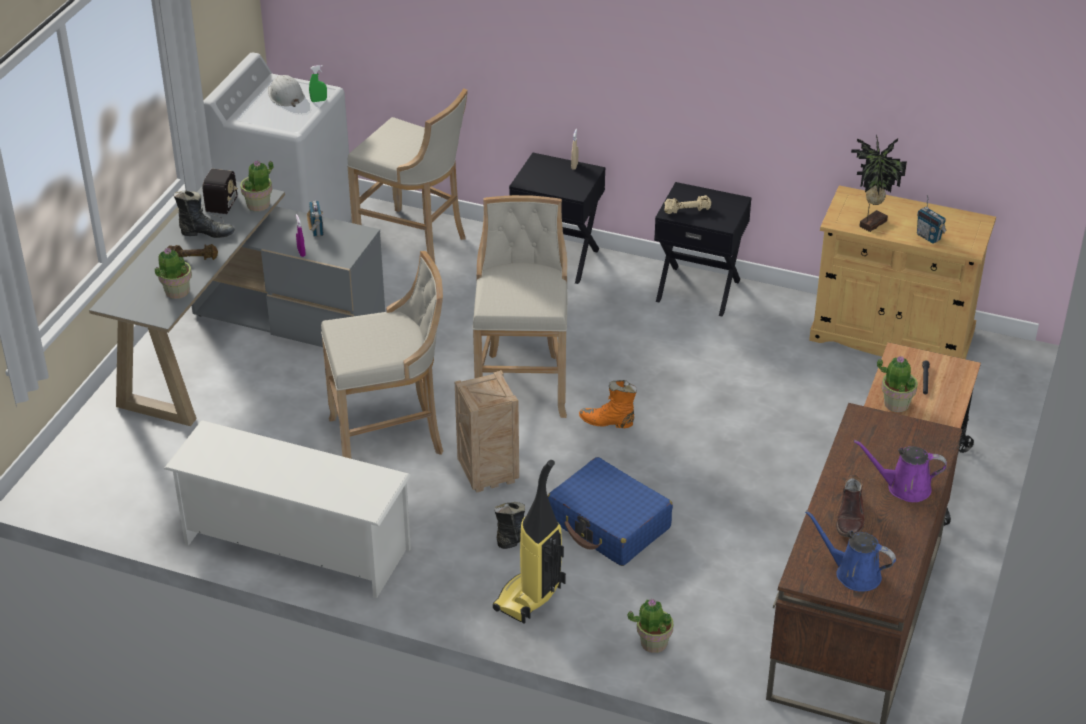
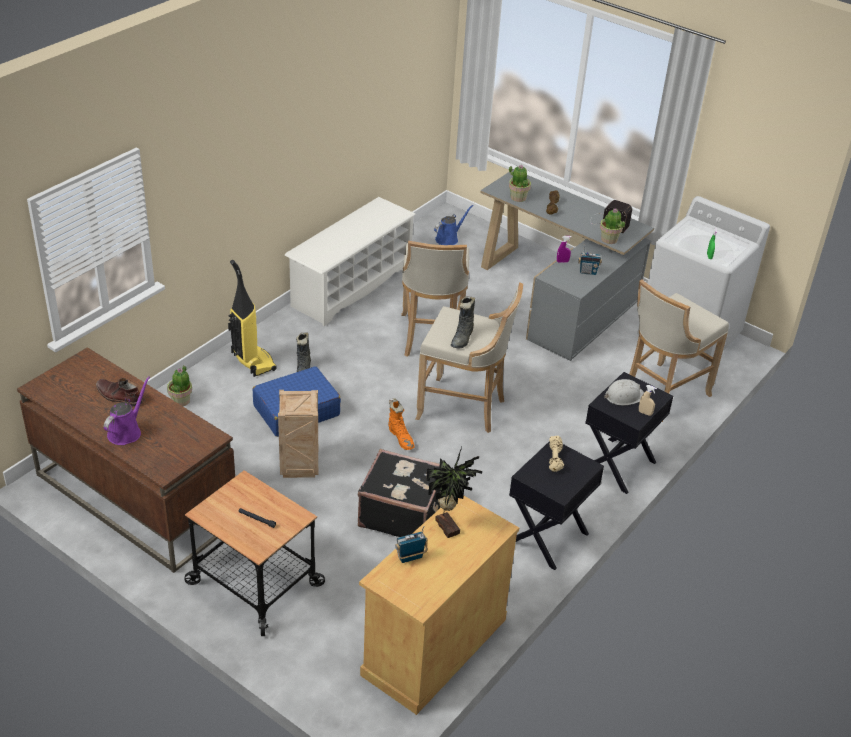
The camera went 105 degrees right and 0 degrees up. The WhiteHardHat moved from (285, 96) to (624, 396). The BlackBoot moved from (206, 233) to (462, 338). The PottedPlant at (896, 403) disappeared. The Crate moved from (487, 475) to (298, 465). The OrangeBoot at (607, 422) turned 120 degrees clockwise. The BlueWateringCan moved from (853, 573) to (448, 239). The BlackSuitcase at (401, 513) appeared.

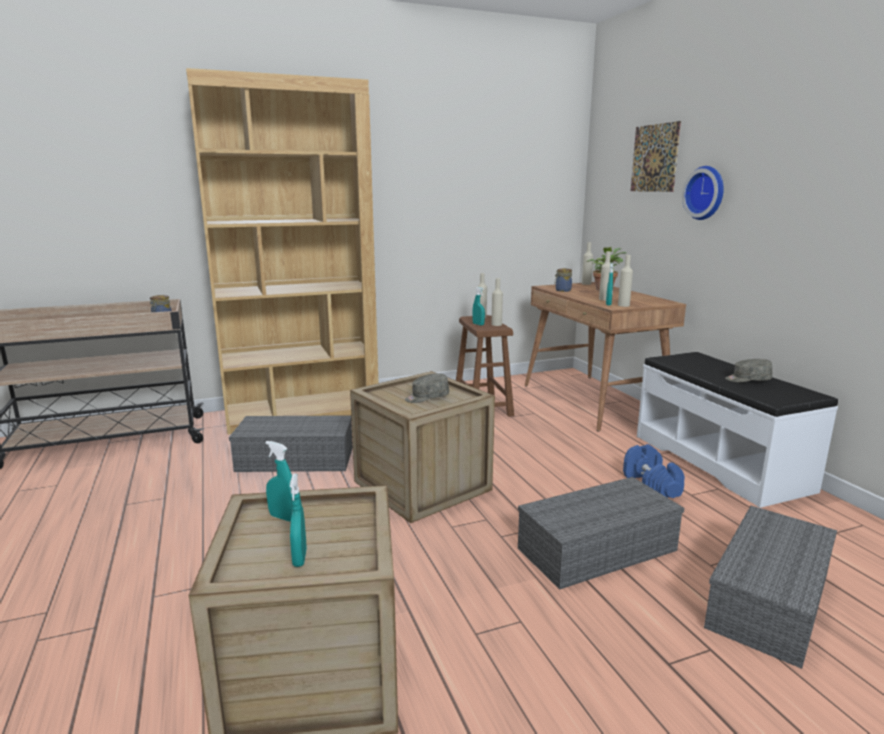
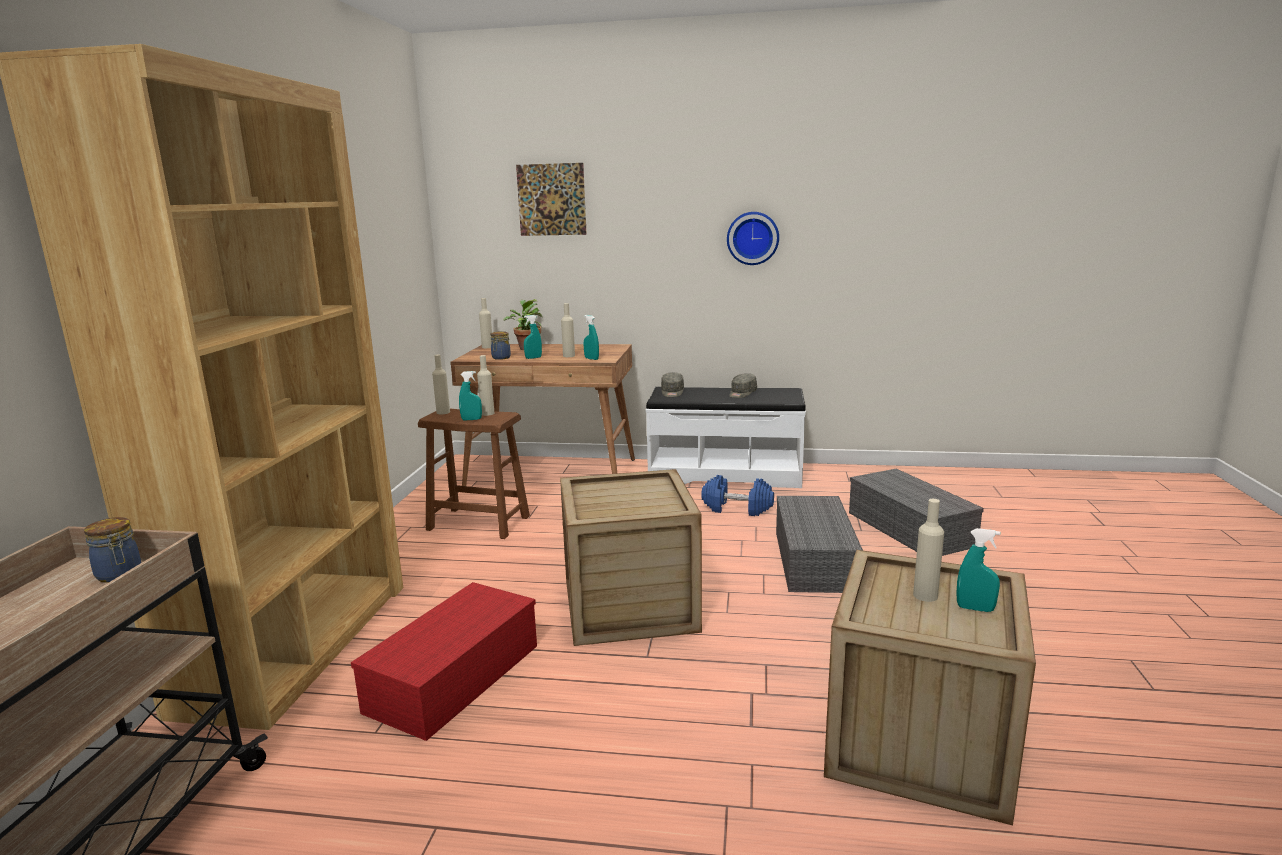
The camera went 60 degrees left and 0 degrees up. The WallClock moved from (706, 193) to (752, 238). The BeigeBottle moved from (623, 305) to (925, 595). The GreyCap moved from (426, 398) to (672, 392). The GreyStorageBox at (297, 458) became the RedStorageBox at (454, 676). The TurquoiseSprayBottle moved from (283, 517) to (533, 358).

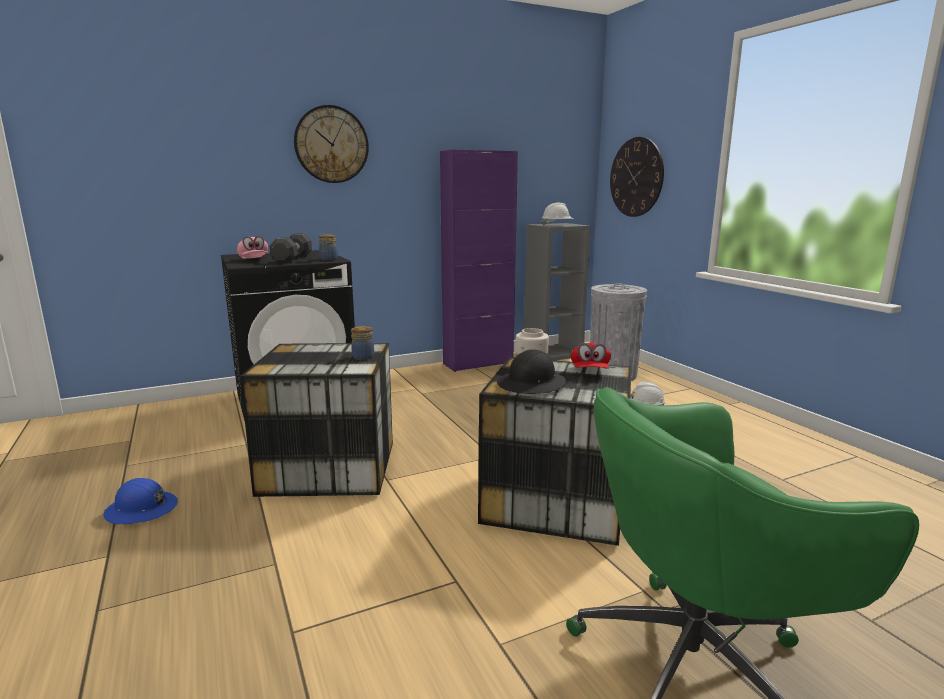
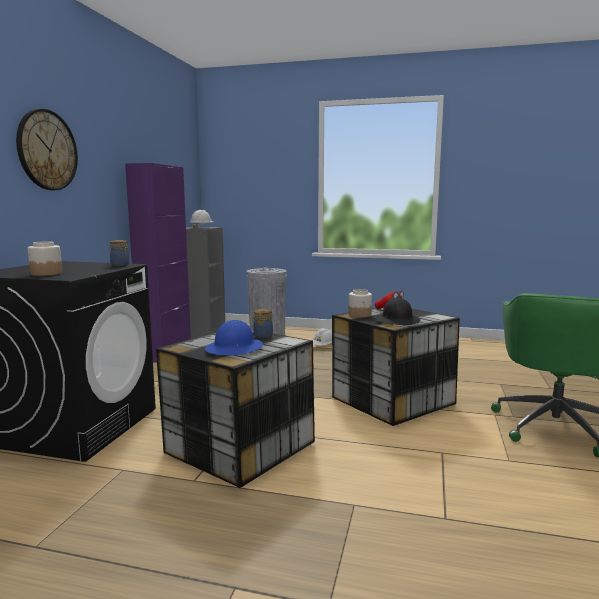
The camera went 50 degrees left and 5 degrees down. The WallClock at (636, 177) disappeared. The BlackDumbbell at (292, 259) disappeared. The PinkCap at (254, 260) was replaced by the Jar at (46, 273). The BlueHardHat moved from (141, 510) to (235, 349).

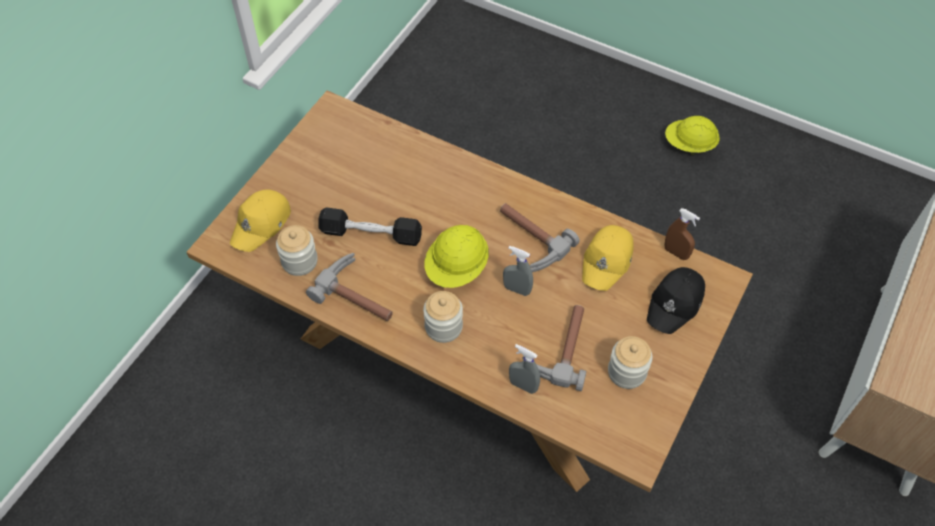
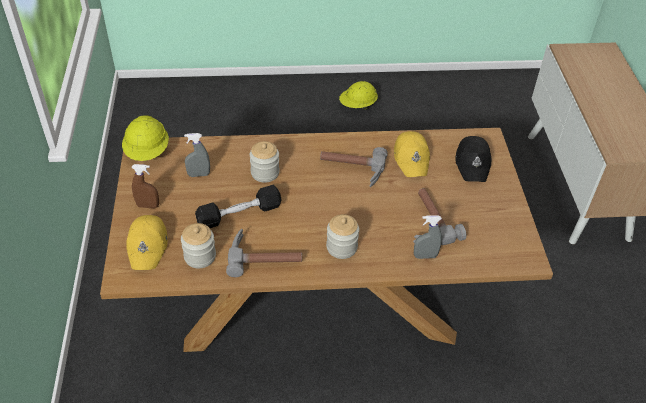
The camera went 35 degrees left and 10 degrees down. The BrownSprayBottle moved from (676, 253) to (148, 206). The YellowHardHat moved from (457, 268) to (148, 152). The GreySprayBottle moved from (517, 289) to (199, 174). The Jar moved from (627, 372) to (265, 173).

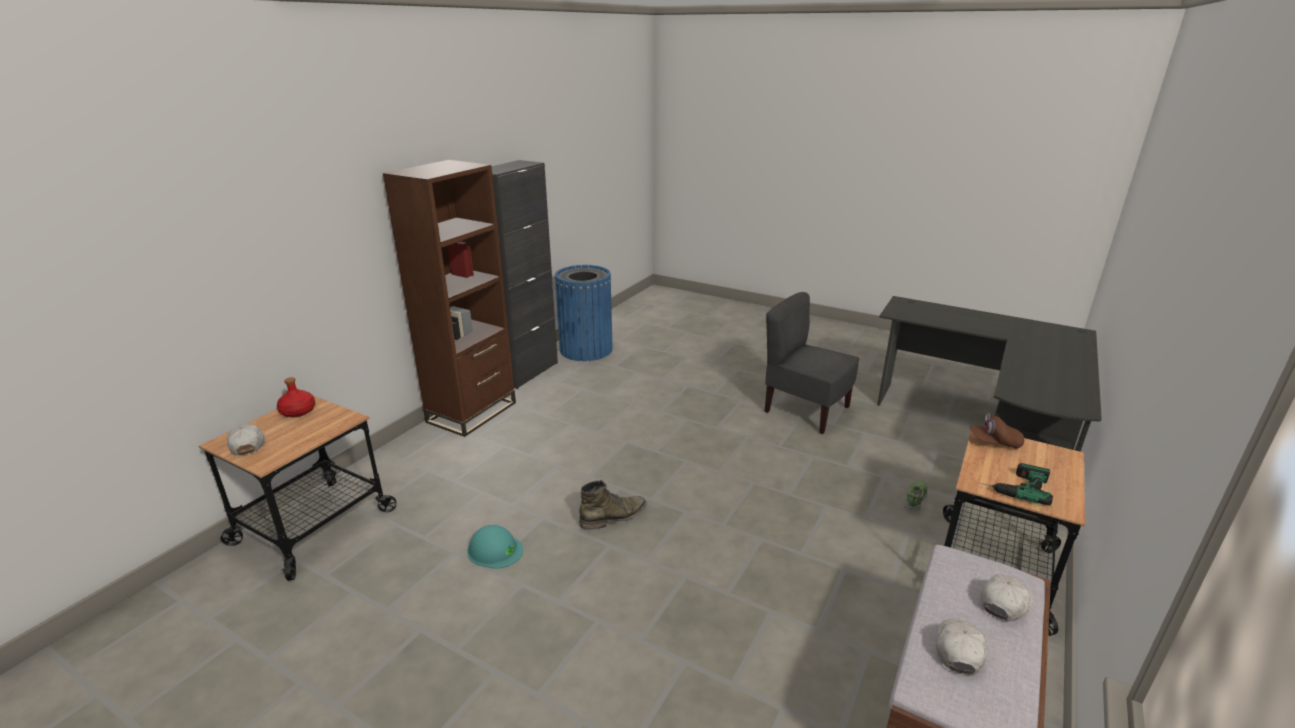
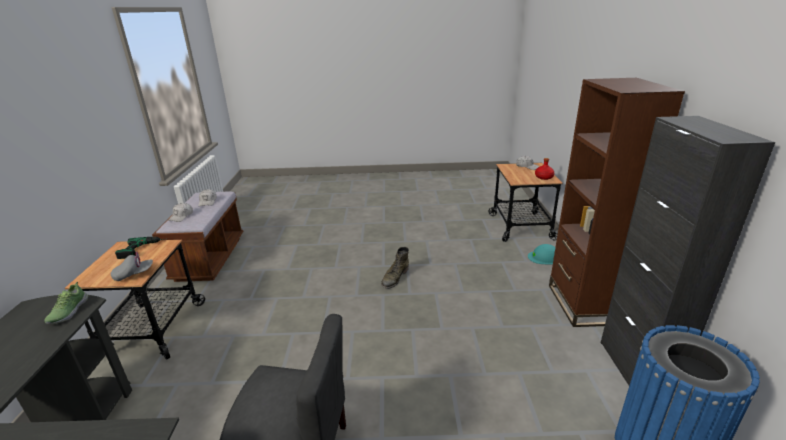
The camera went 150 degrees right and 0 degrees up. The BrownCap at (994, 442) became the GreyCap at (134, 274). The Shoe moved from (915, 498) to (68, 312). The TurquoiseHardHat moved from (494, 550) to (544, 257).

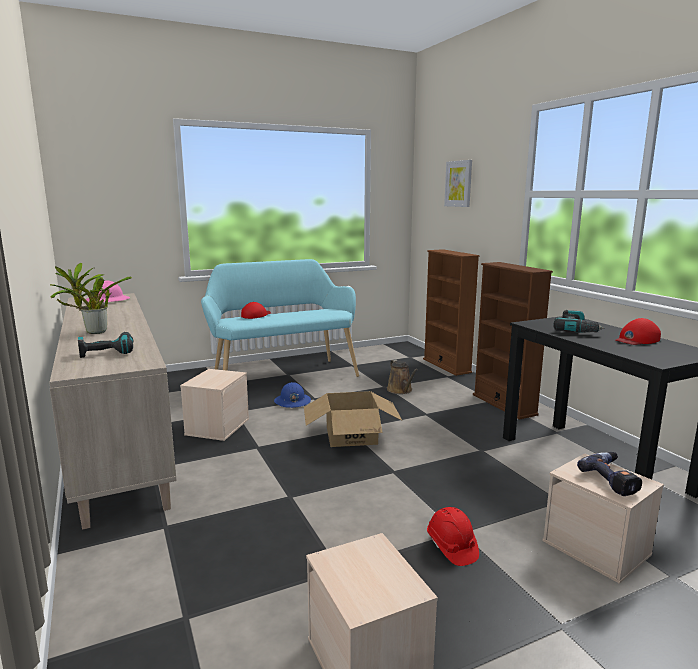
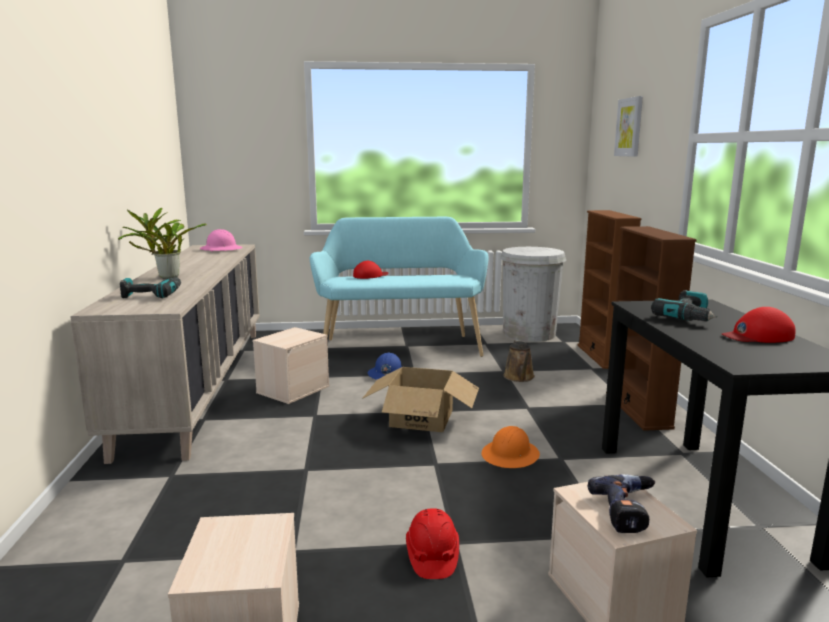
The camera went 20 degrees right and 0 degrees up. The WhiteTrashCan at (529, 333) appeared. The OrangeHardHat at (510, 455) appeared.

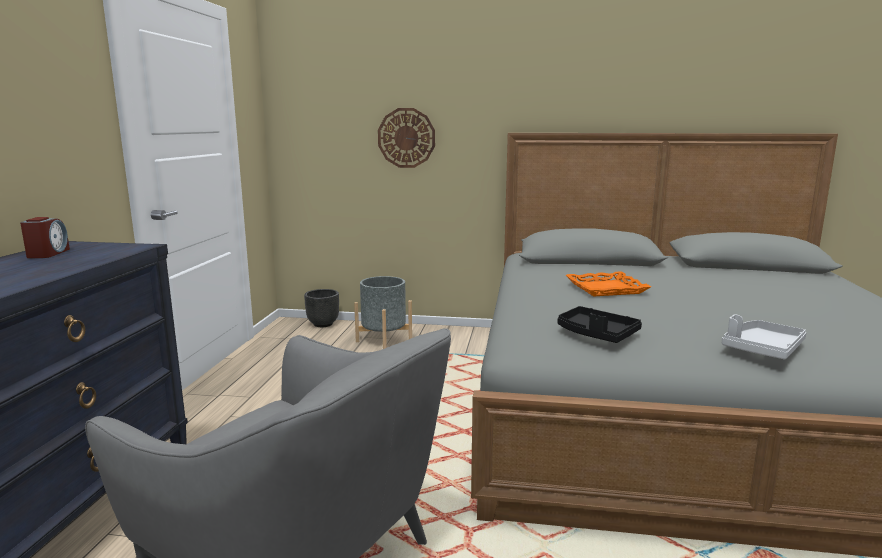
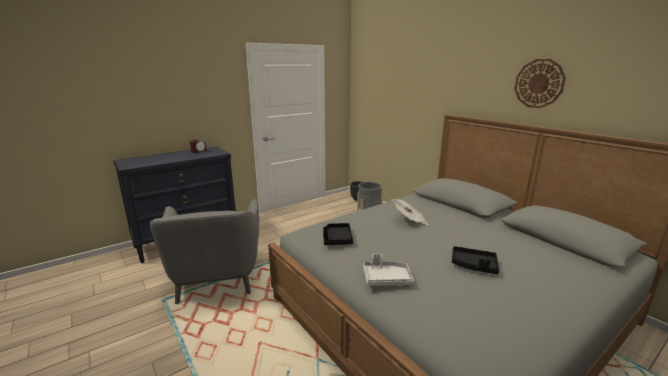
The camera went 45 degrees right and 5 degrees up. The WallClock moved from (406, 138) to (539, 83). The OrangeTray at (606, 288) was replaced by the Newspaper at (409, 221). The BlackTray at (474, 265) appeared.

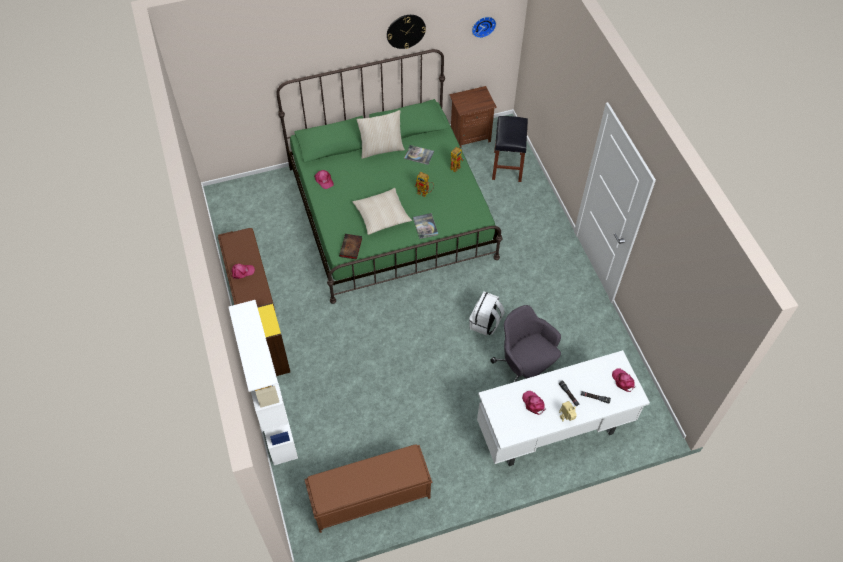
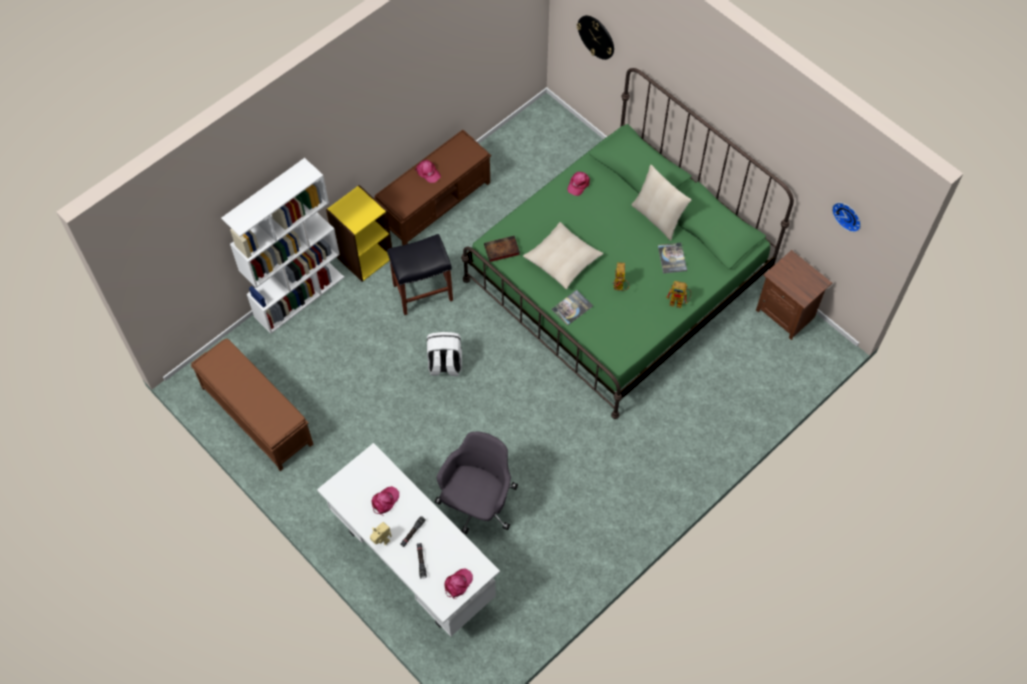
The camera went 65 degrees right and 5 degrees up. The WallClock moved from (406, 31) to (596, 37). The BlackStool moved from (507, 166) to (423, 291). The WhiteBackpack moved from (485, 323) to (445, 365).

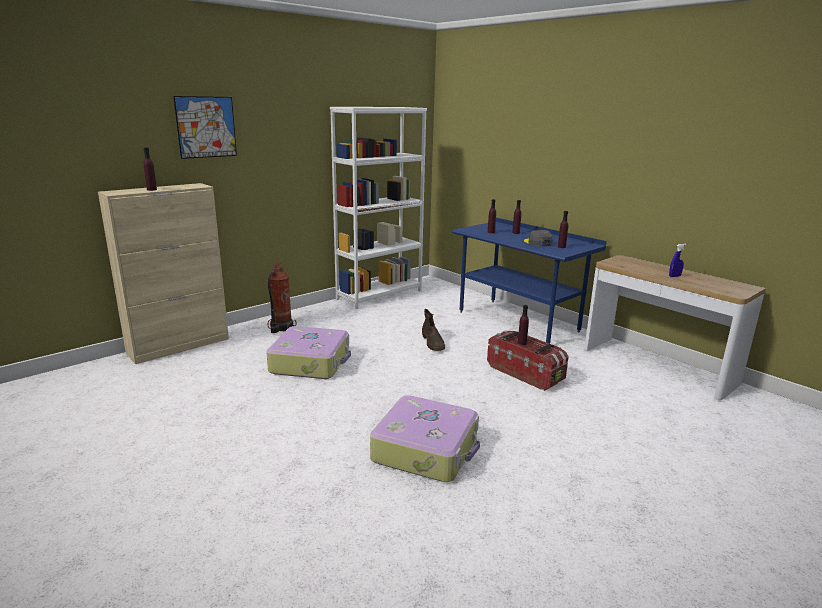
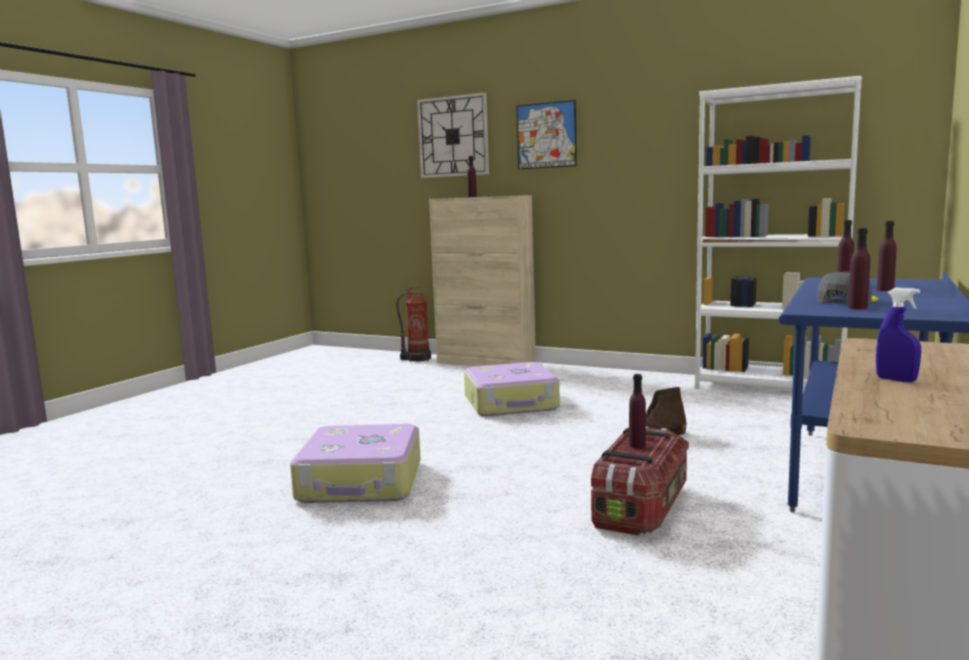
The camera went 70 degrees right and 10 degrees down. The FireExtinguisher moved from (280, 328) to (417, 359). The WallClock at (453, 136) appeared.

